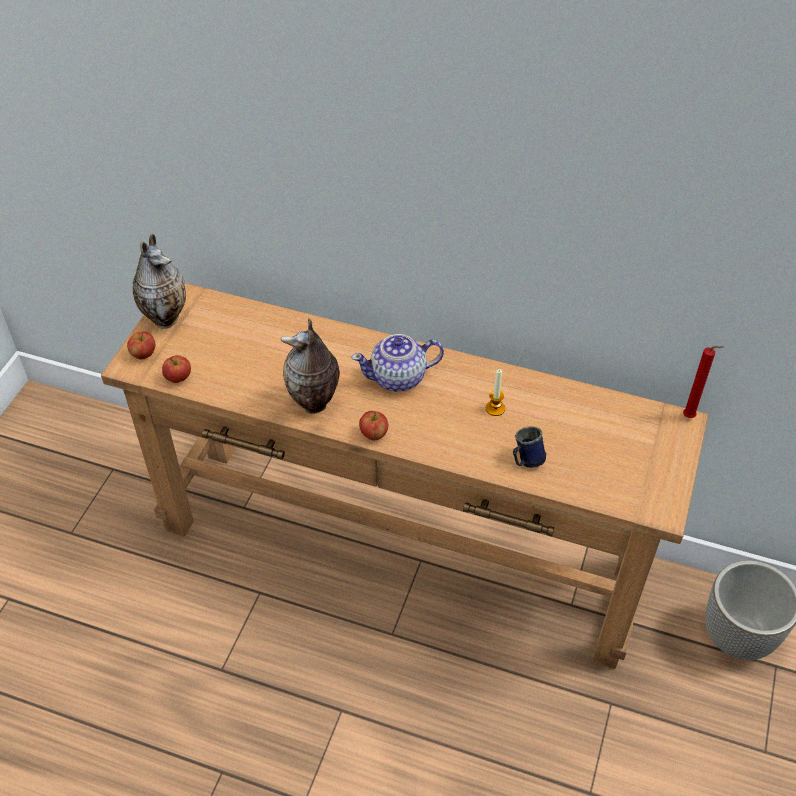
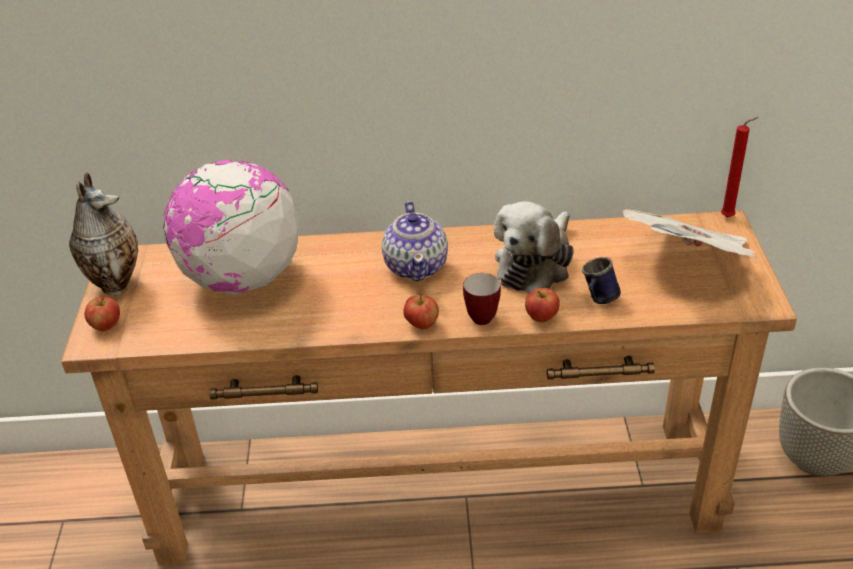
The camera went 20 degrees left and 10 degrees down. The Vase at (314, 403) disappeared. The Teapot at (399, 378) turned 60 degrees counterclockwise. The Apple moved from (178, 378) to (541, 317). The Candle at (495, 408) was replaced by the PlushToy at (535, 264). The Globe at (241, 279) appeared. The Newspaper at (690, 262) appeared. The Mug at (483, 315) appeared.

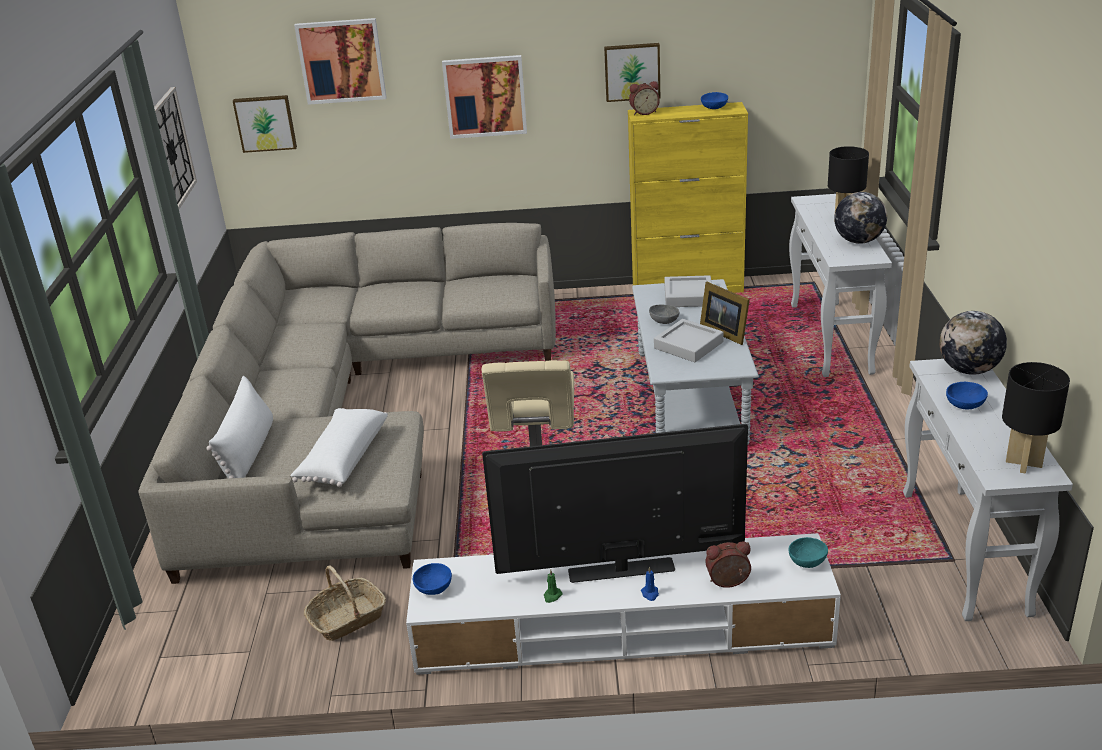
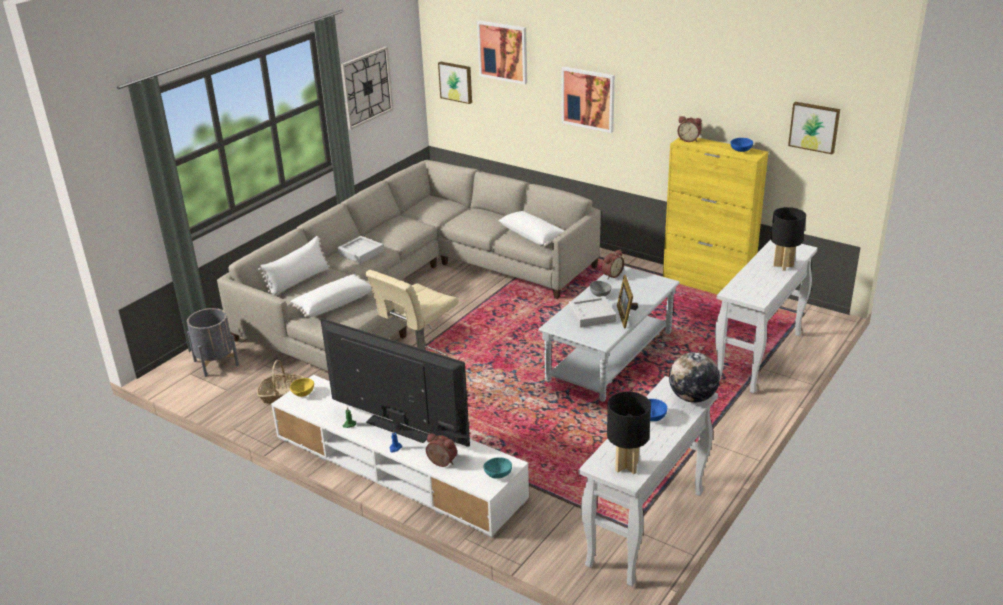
The camera went 35 degrees right and 0 degrees up. The Picture moved from (632, 71) to (814, 127). The Globe at (858, 241) disappeared. The GreyTray moved from (688, 296) to (361, 253). The BlueBowl at (433, 589) became the YellowBowl at (302, 393). The WhitePillow at (533, 236) appeared. The AlarmClock at (611, 275) appeared. The GreyPlanter at (216, 363) appeared.

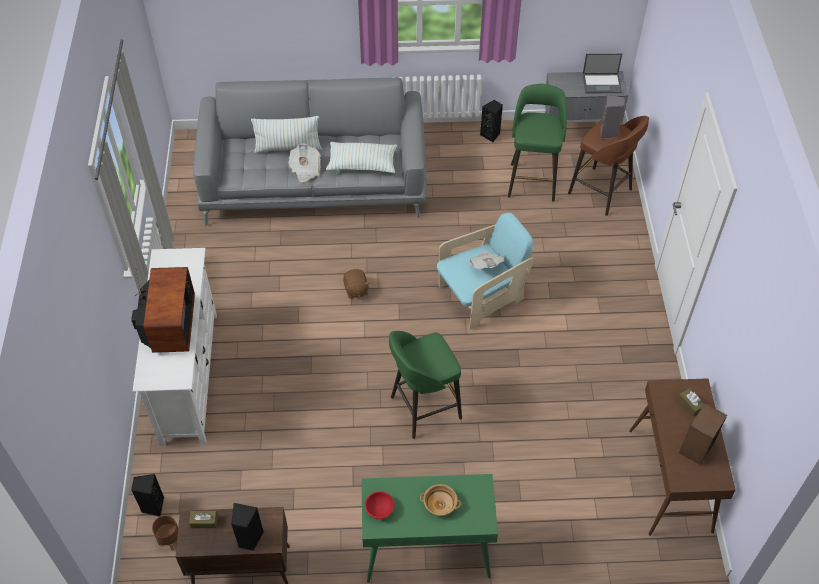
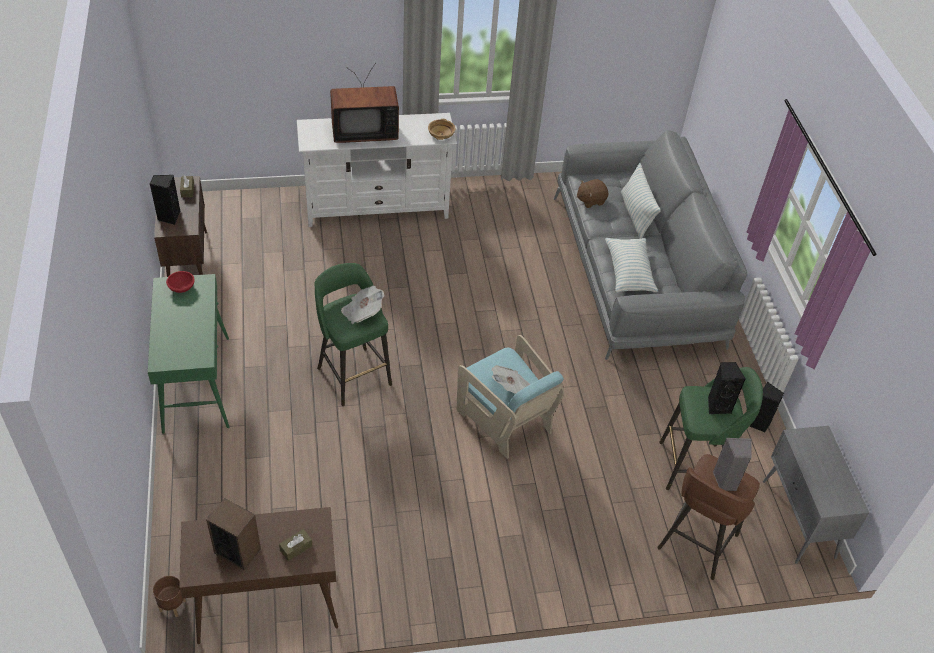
The camera went 80 degrees right and 5 degrees down. The Laptop at (602, 83) disappeared. The Newspaper moved from (305, 169) to (362, 312). The BrownPlushToy moved from (356, 290) to (590, 200). The BlackSpeaker moved from (153, 506) to (718, 405). The BeigeBowl moved from (440, 504) to (441, 135). The BrownPlanter moved from (170, 540) to (172, 606).

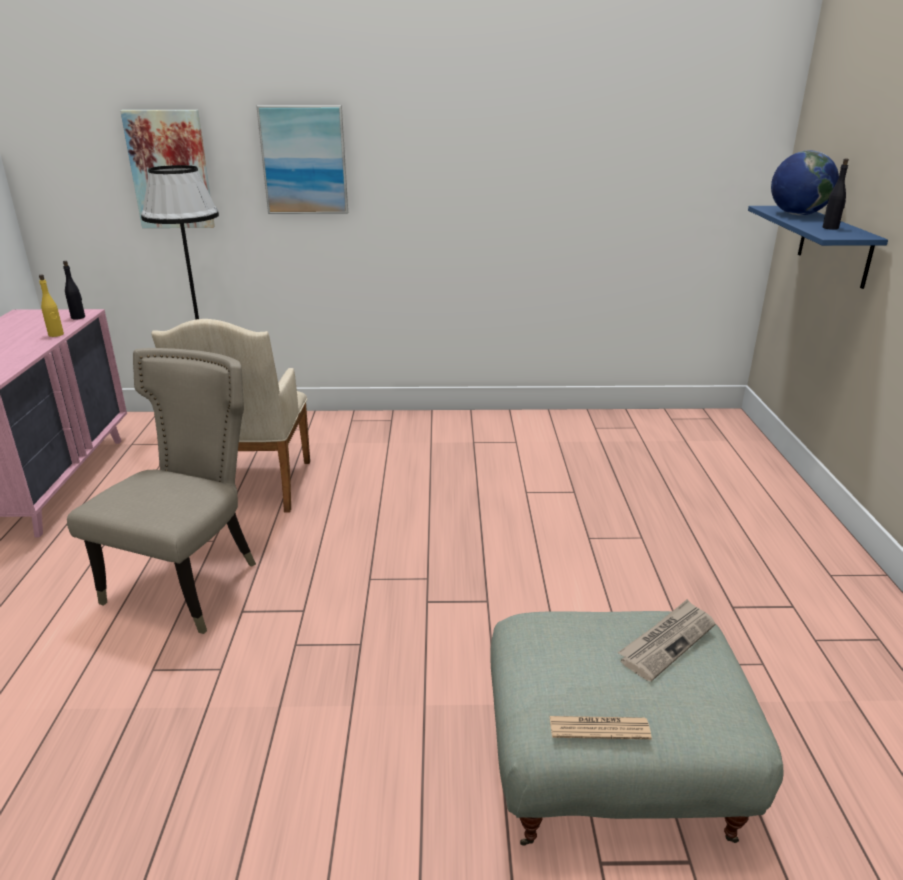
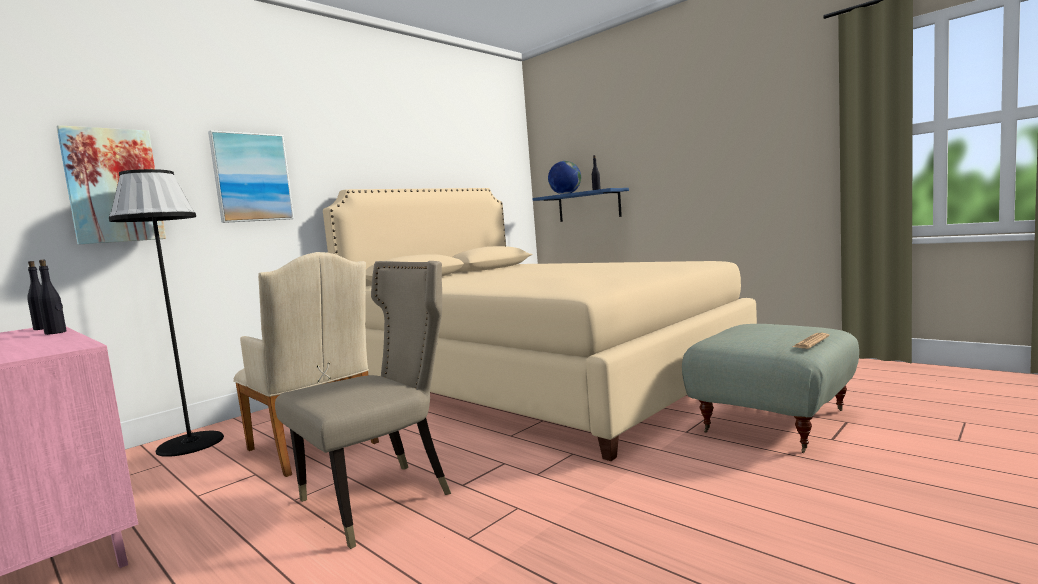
The camera went 45 degrees left and 20 degrees down. The YellowBottle at (56, 334) became the BlackBottle at (56, 332). The BeigeChair at (190, 582) turned 75 degrees clockwise. The Newspaper at (667, 641) disappeared. The BeigeBed at (539, 379) appeared.

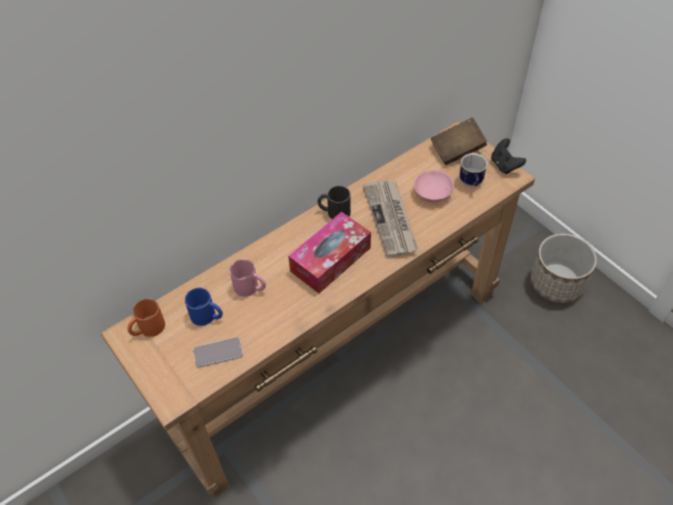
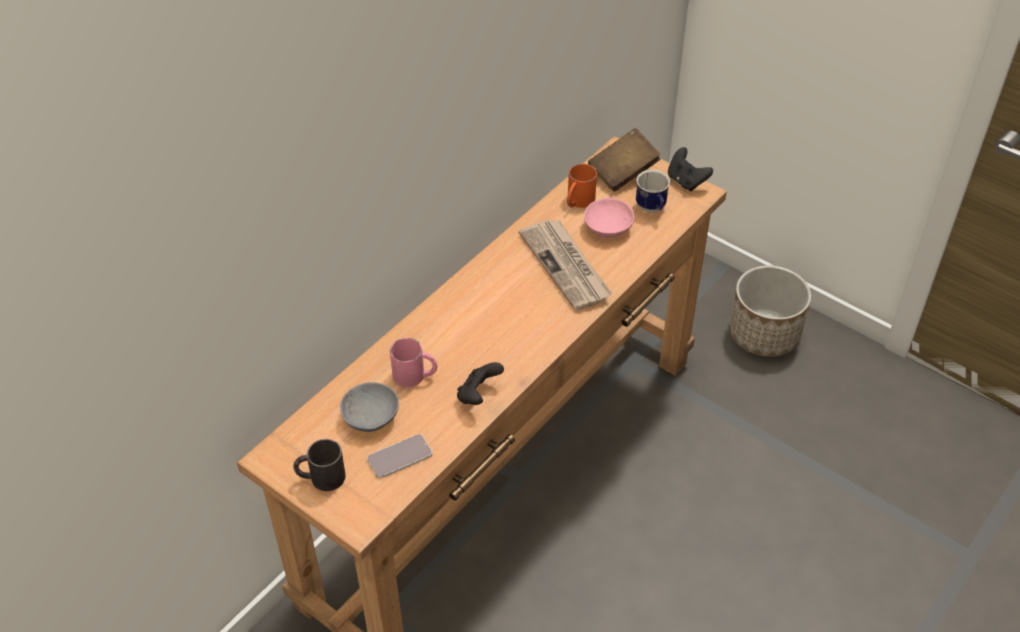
The camera went 15 degrees left and 5 degrees down. The BlackMug moved from (334, 212) to (320, 477). The TissueBox at (330, 259) disappeared. The BlueMug at (207, 316) was replaced by the GreyBowl at (371, 418). The OrangeMug moved from (147, 329) to (578, 201). The BlackGameController at (478, 395) appeared.

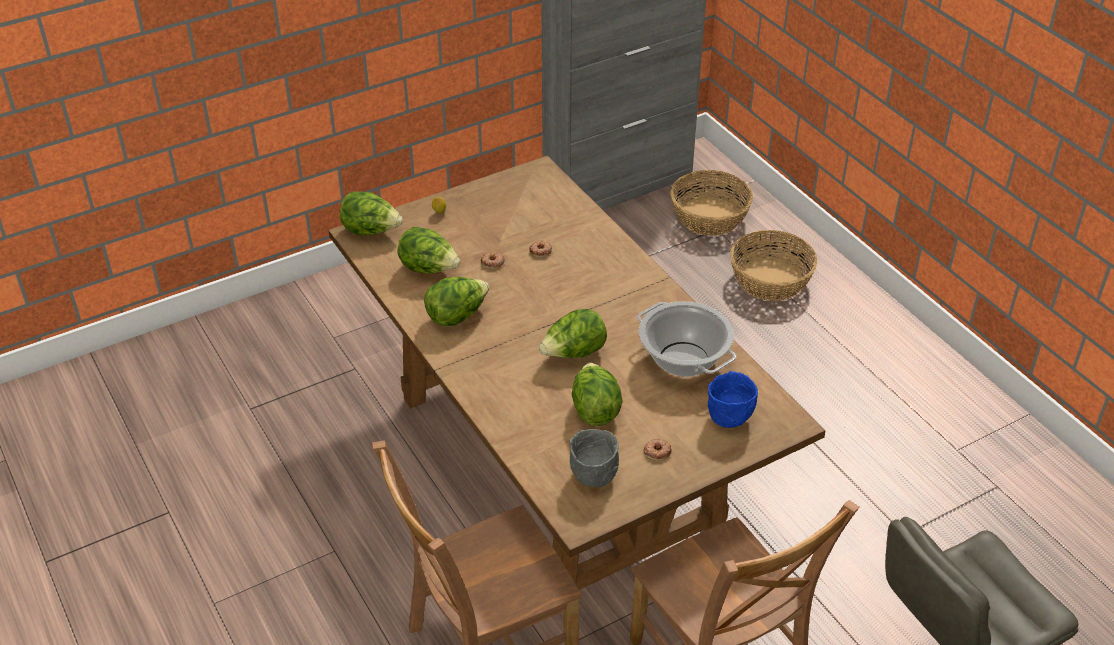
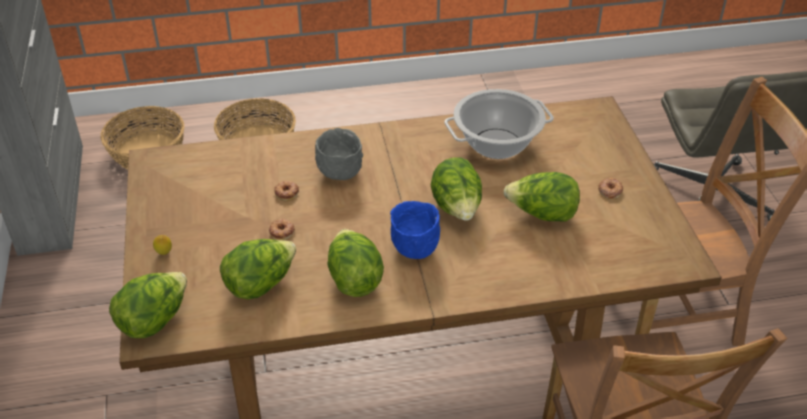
The camera went 70 degrees left and 0 degrees up. The BlueBowl moved from (730, 418) to (415, 248). The GreyBowl moved from (594, 475) to (339, 173).

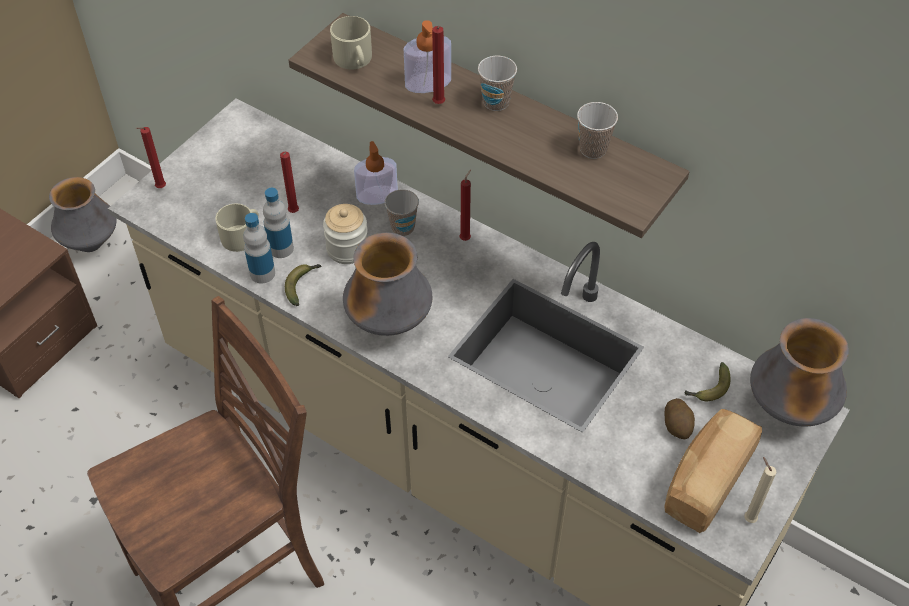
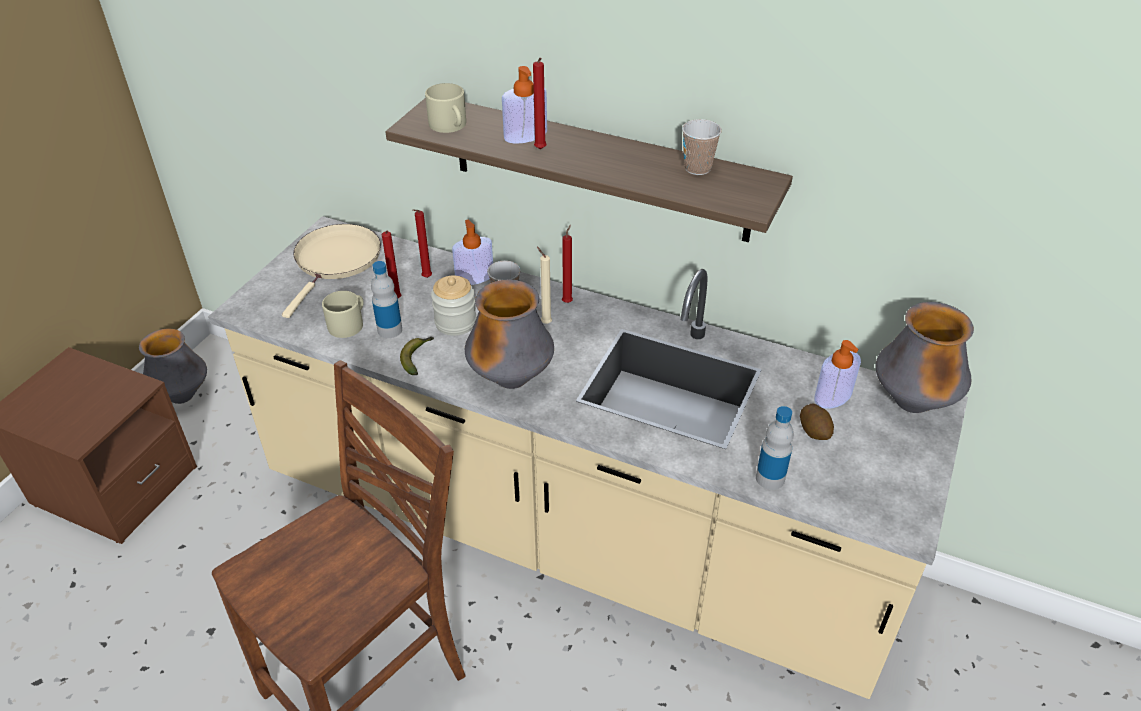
The camera went 10 degrees left and 10 degrees down. The Cup at (496, 102) disappeared. The RedCandle moved from (159, 188) to (426, 278). The Bottle moved from (262, 273) to (770, 478). The Banana at (708, 389) was replaced by the SoapDispenser at (833, 396). The Bread at (705, 480) disappeared. The BeigeCandle moved from (748, 518) to (545, 322). The BeigeFryingPan at (336, 261) appeared.

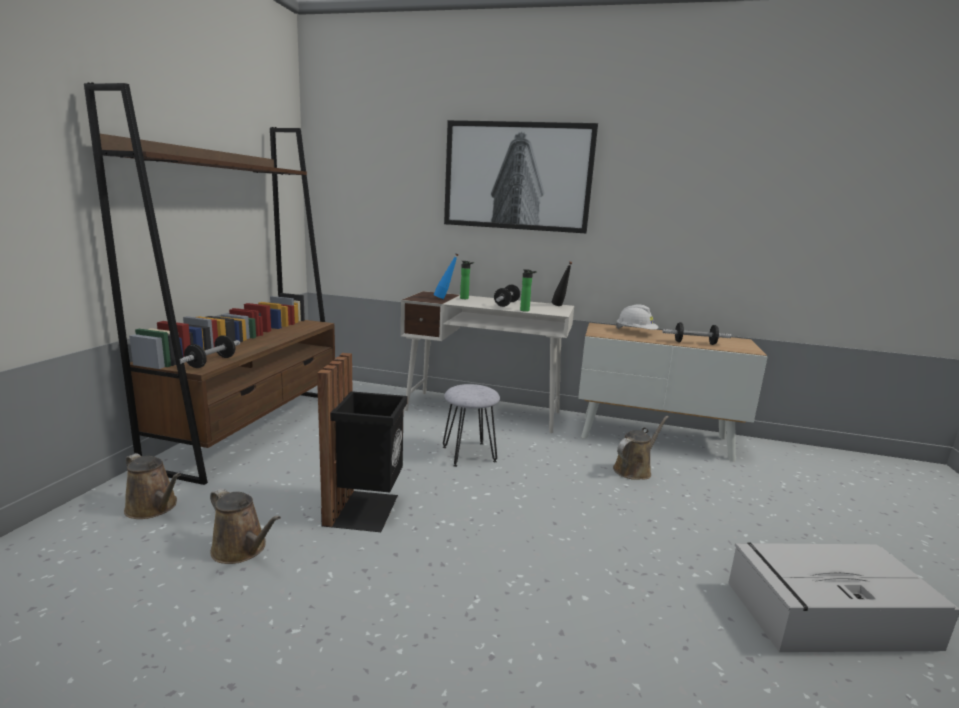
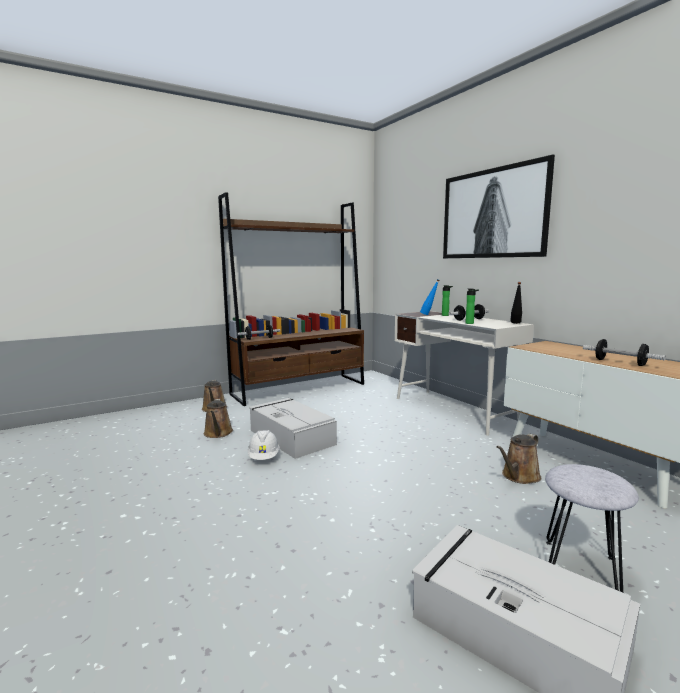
The camera went 45 degrees right and 5 degrees down. The WhiteHardHat moved from (636, 332) to (264, 457). The BlackTrashCan at (366, 510) was replaced by the GreyStorageBox at (291, 437). The GreyStool moved from (468, 454) to (579, 567). The BrownWateringCan at (634, 469) turned 135 degrees clockwise.

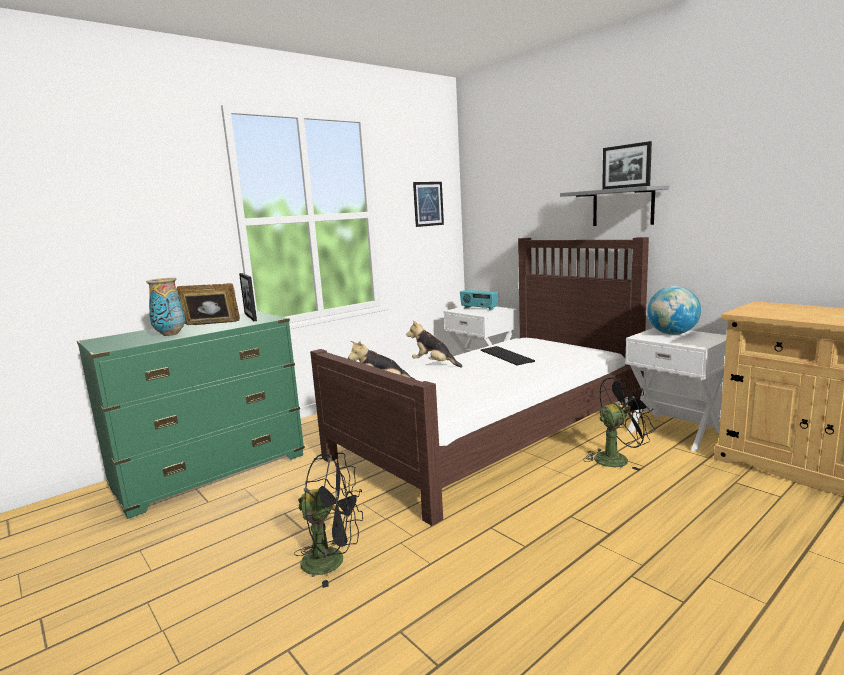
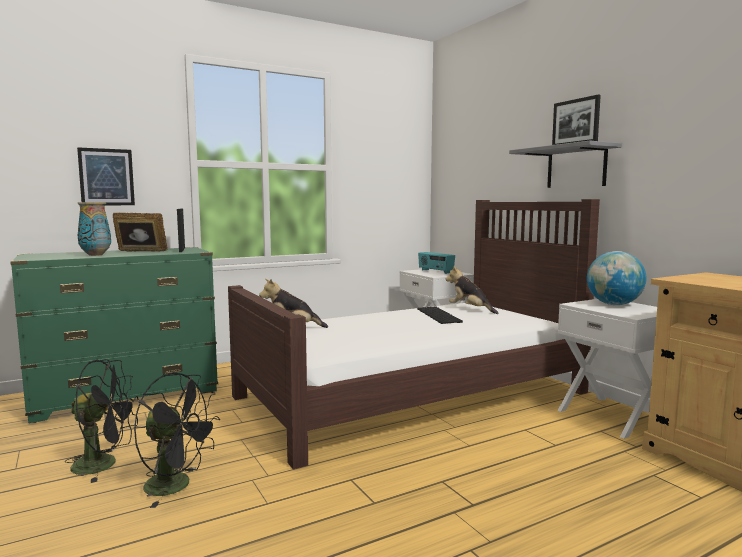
The camera went 10 degrees right and 5 degrees down. The Picture moved from (428, 204) to (106, 177). The PlushToy moved from (434, 364) to (470, 310). The BlackFan moved from (617, 458) to (104, 464).

